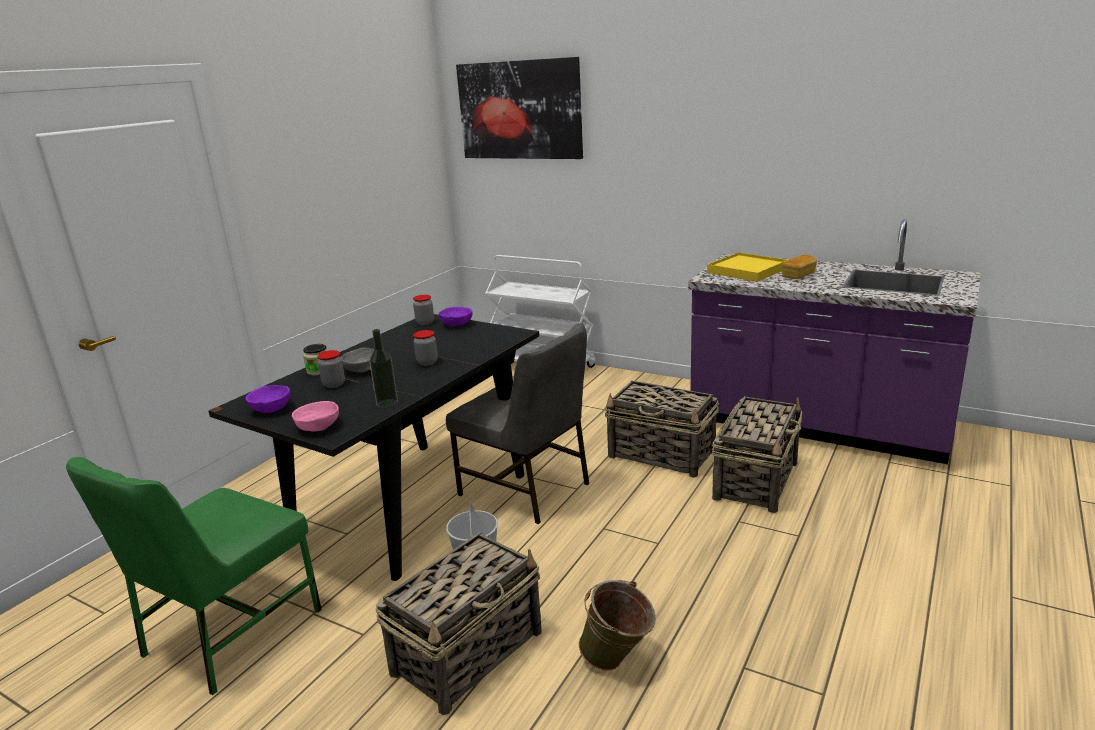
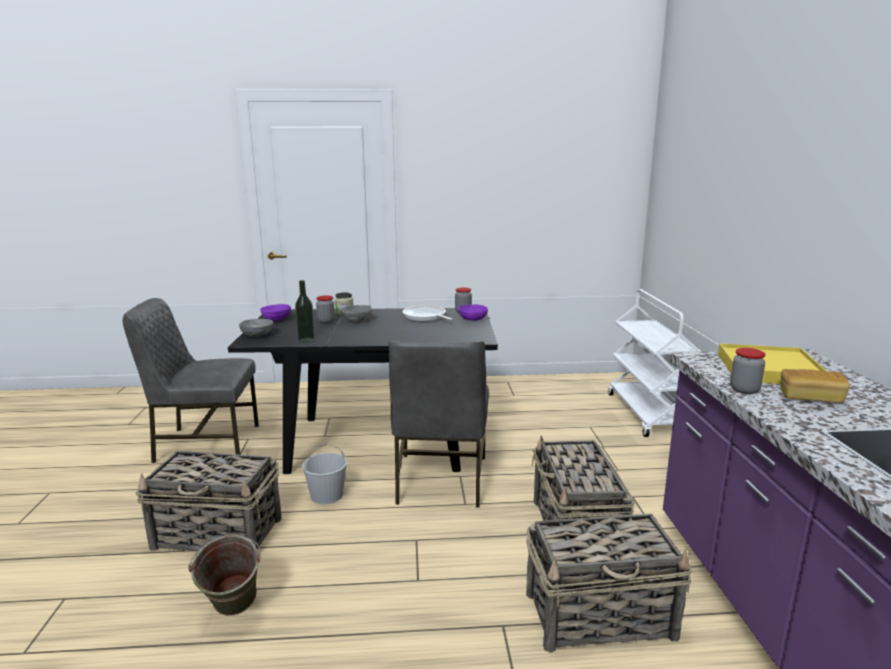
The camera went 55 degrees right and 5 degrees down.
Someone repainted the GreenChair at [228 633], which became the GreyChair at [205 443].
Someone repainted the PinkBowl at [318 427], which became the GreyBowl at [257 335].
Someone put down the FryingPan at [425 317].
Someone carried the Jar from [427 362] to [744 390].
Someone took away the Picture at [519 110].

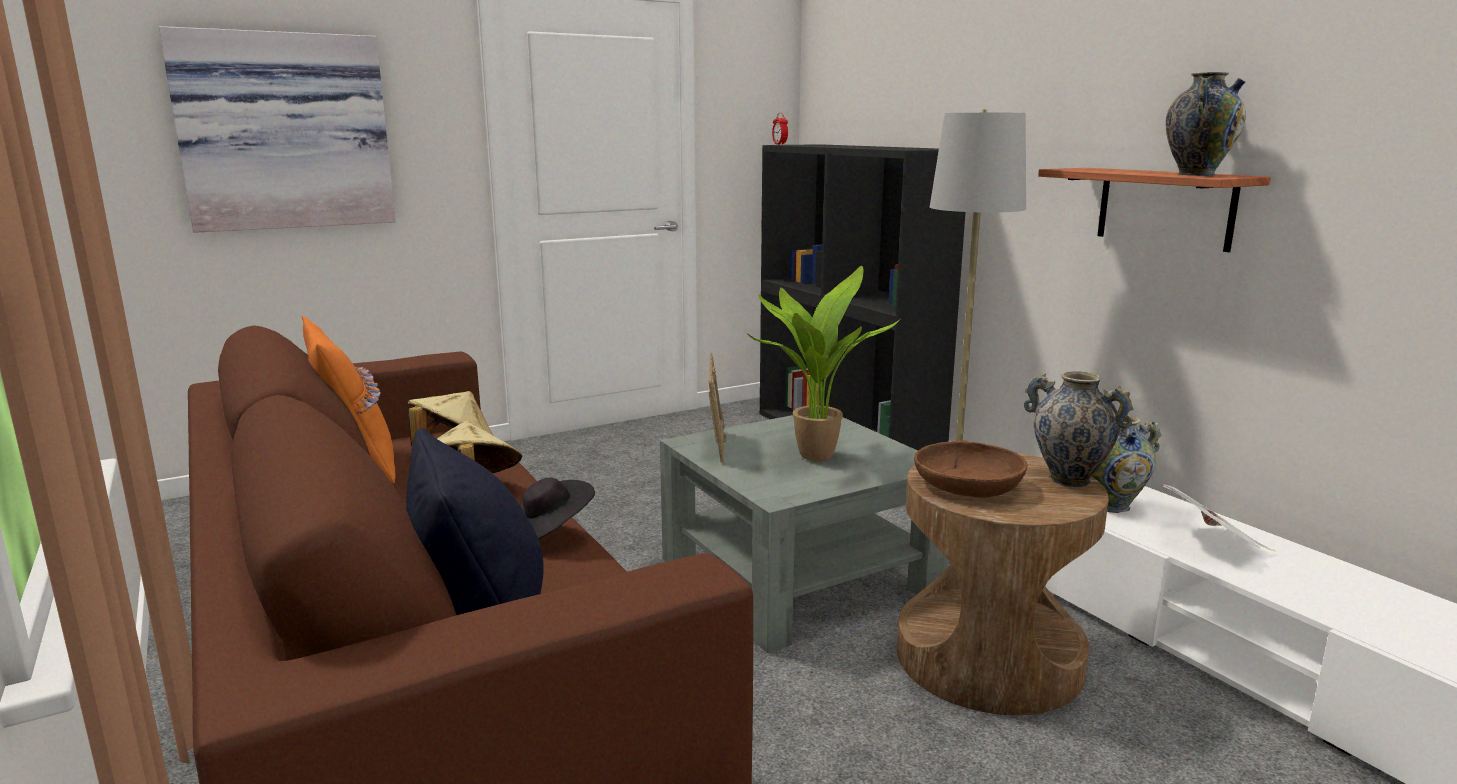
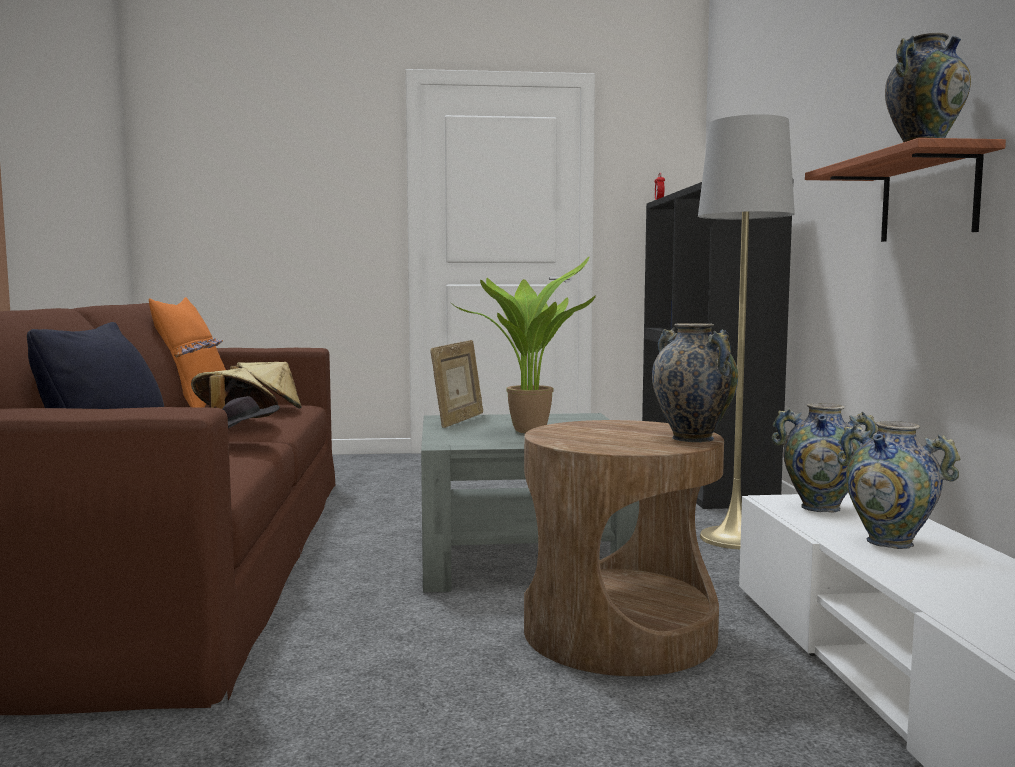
The camera went 25 degrees right and 10 degrees down.
Someone swapped the Newspaper at [1212 544] for the Vase at [890 542].
Someone took away the Picture at [285 132].
Someone took away the BrownBowl at [967 484].

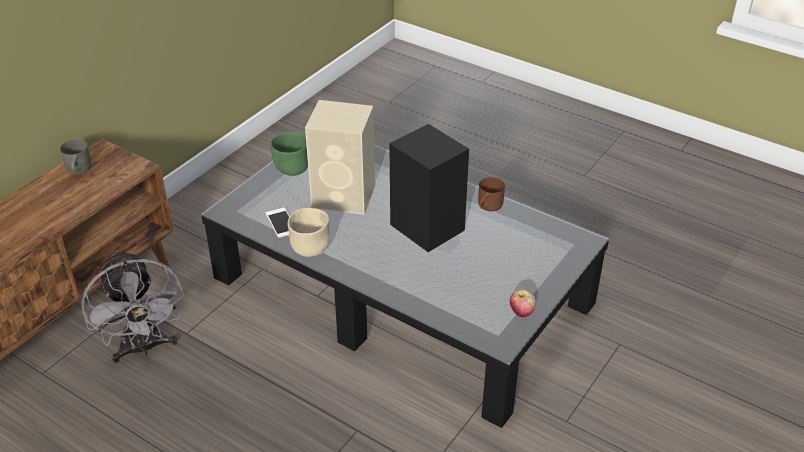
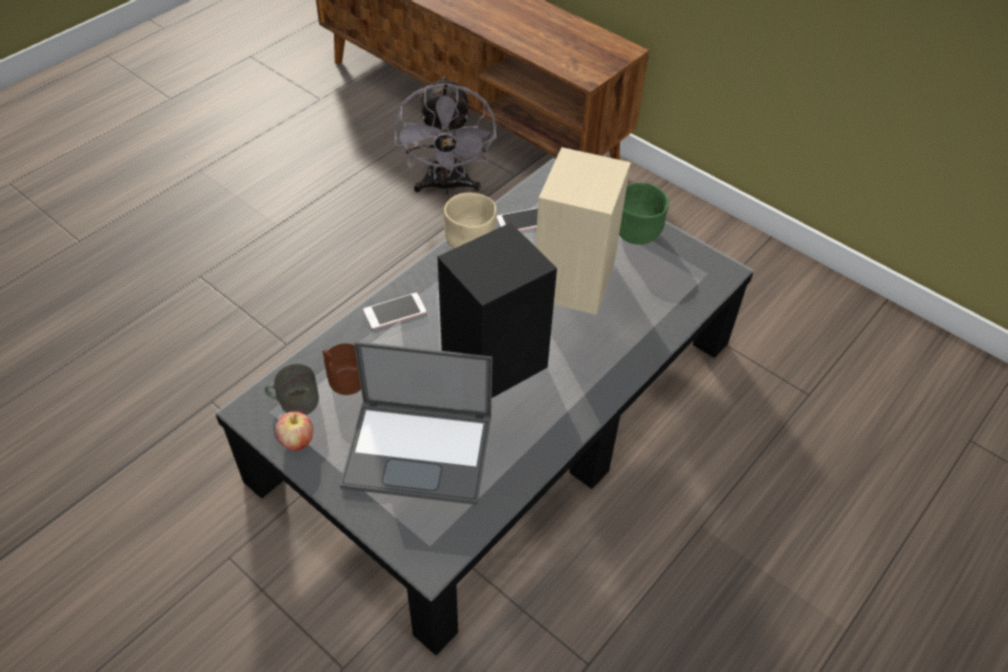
The camera went 95 degrees right and 10 degrees up.
Someone carried the GreyMug from [78 169] to [294 401].
Someone carried the BrownMug from [488 206] to [344 377].
Someone put down the Laptop at [420 450].
Someone put down the Phone at [394 311].
Someone rotated the GreyFan at [144 348] by 75 degrees counterclockwise.

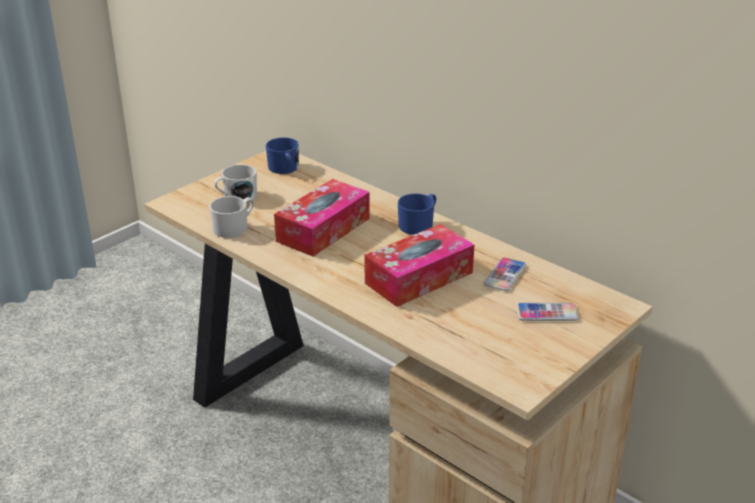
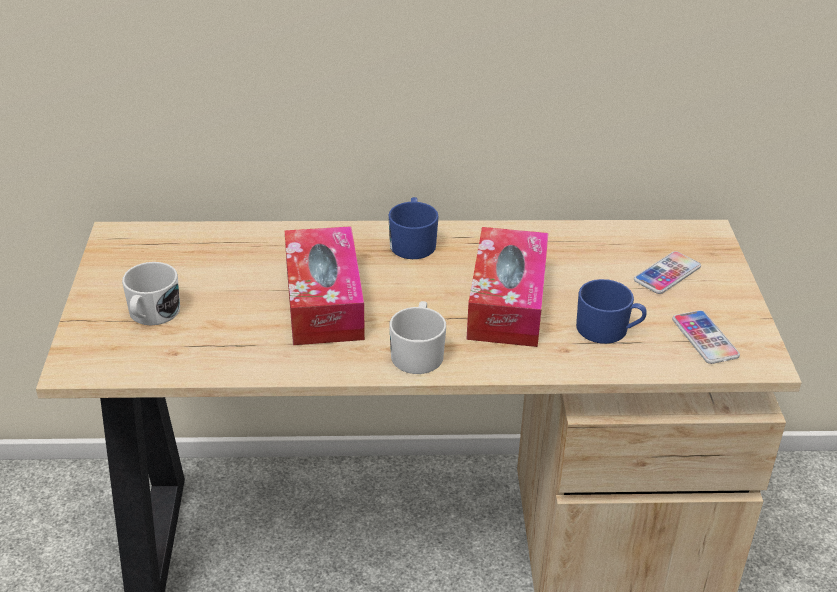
The camera went 45 degrees left and 5 degrees up.
Someone carried the WhiteMug from [234 227] to [418 352].
Someone carried the BlueMug from [284 169] to [608 330].
Someone carried the Phone from [505 275] to [705 338].

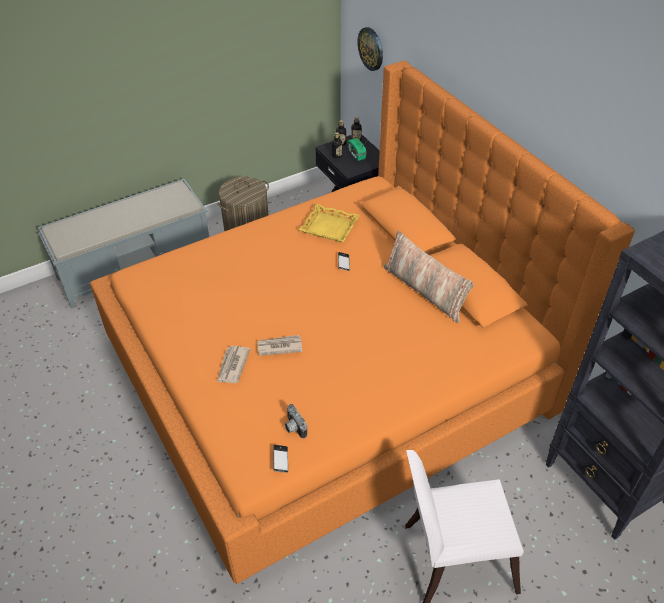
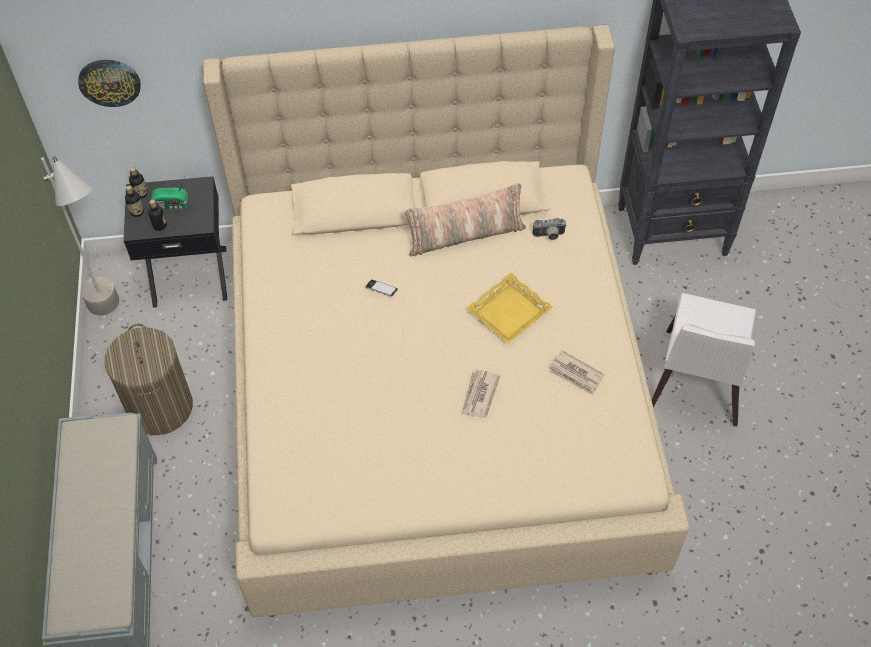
The camera went 65 degrees left and 10 degrees up.
Someone put down the GreyFloorLamp at [116 319].
Someone repainted the OrangeBed at [332 377], which became the BeigeBed at [438 397].
Someone carried the YellowTray from [329 227] to [509 312].
Someone carried the PhotoCamera from [293 428] to [549 236].
Someone carried the Newspaper from [232 366] to [576 374].
Someone took away the Phone at [280 460].

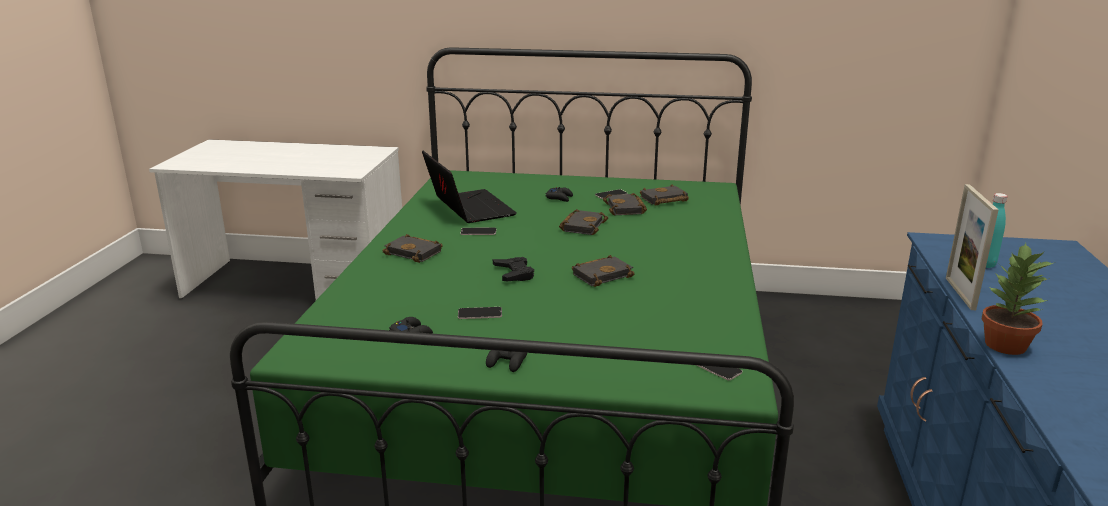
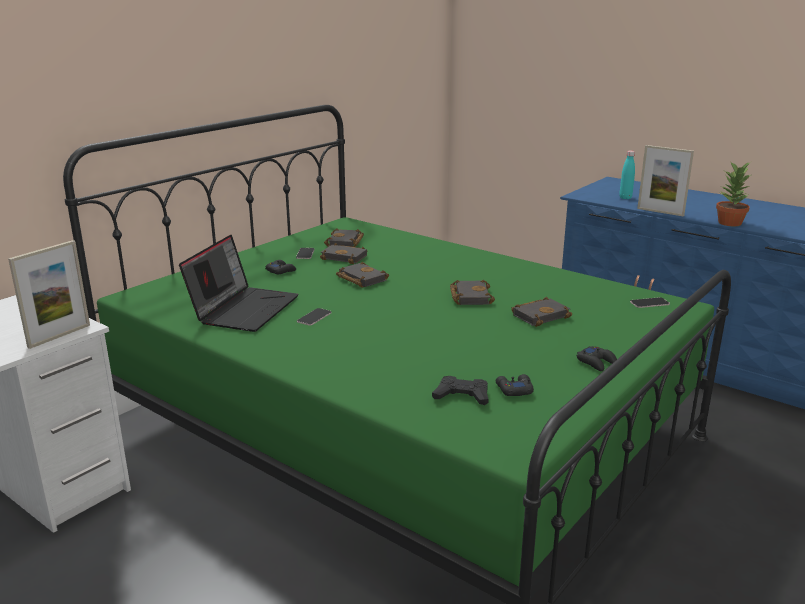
The camera went 60 degrees left and 0 degrees up.
Someone put down the PictureFrame at [59 336].
Someone rotated the Laptop at [468 208] by 105 degrees clockwise.
Someone carried the BlackGameController from [514 274] to [462 396].
Someone carried the BlackBook from [415 252] to [540 315].
Someone took away the Phone at [480 314].

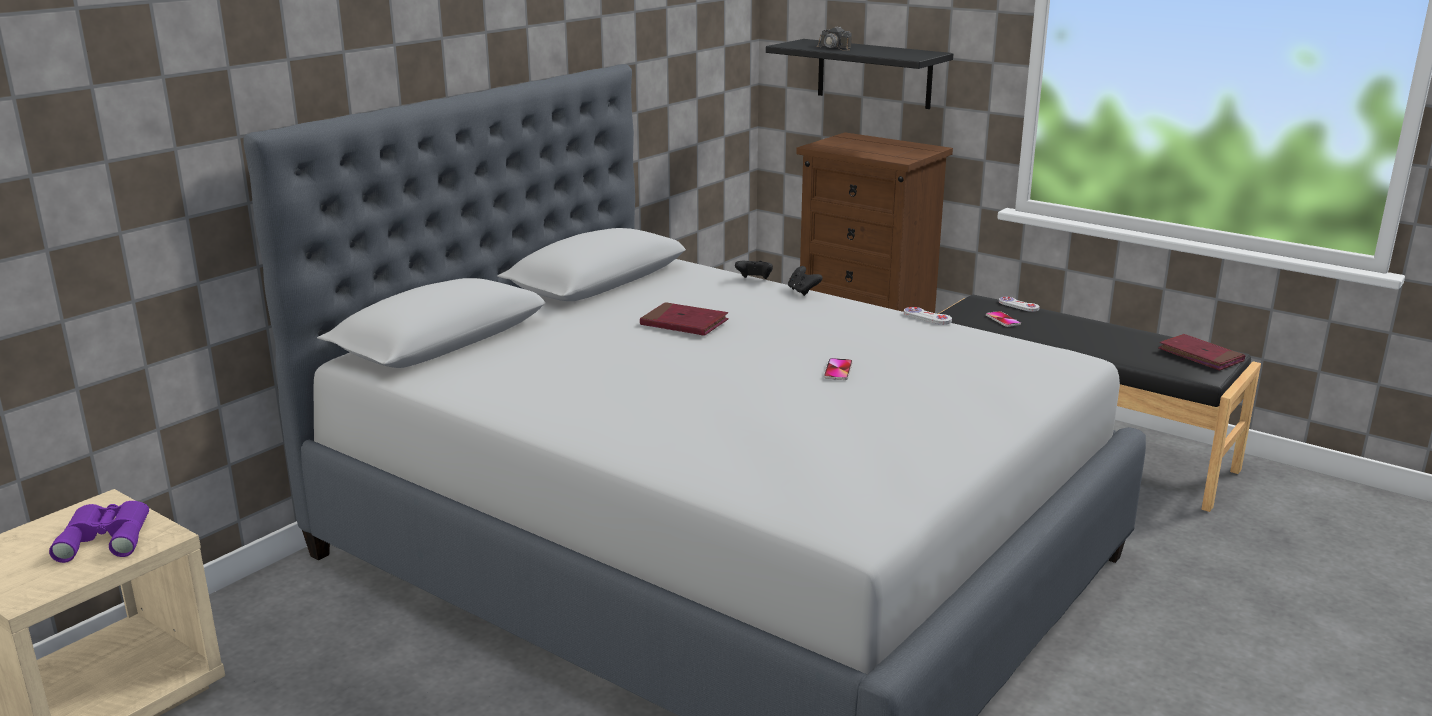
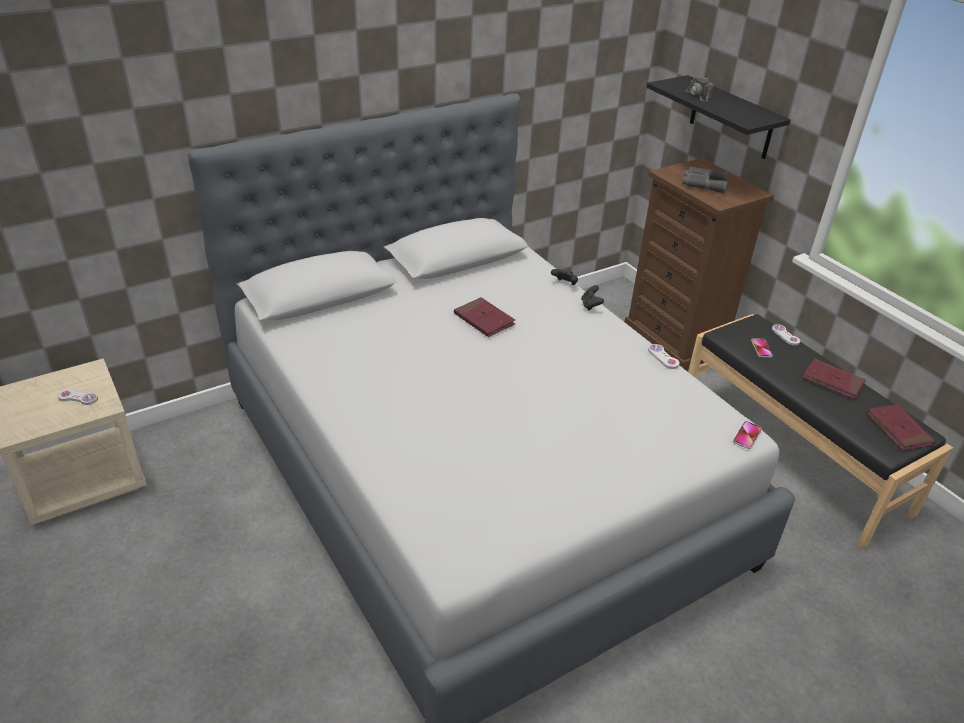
The camera went 20 degrees right and 15 degrees up.
Someone swapped the PurpleBinoculars at [106 537] for the WhiteGameController at [78 398].
Someone put down the GreyBinoculars at [702 183].
Someone carried the Phone from [838 370] to [747 435].
Someone put down the RedBook at [832 381].

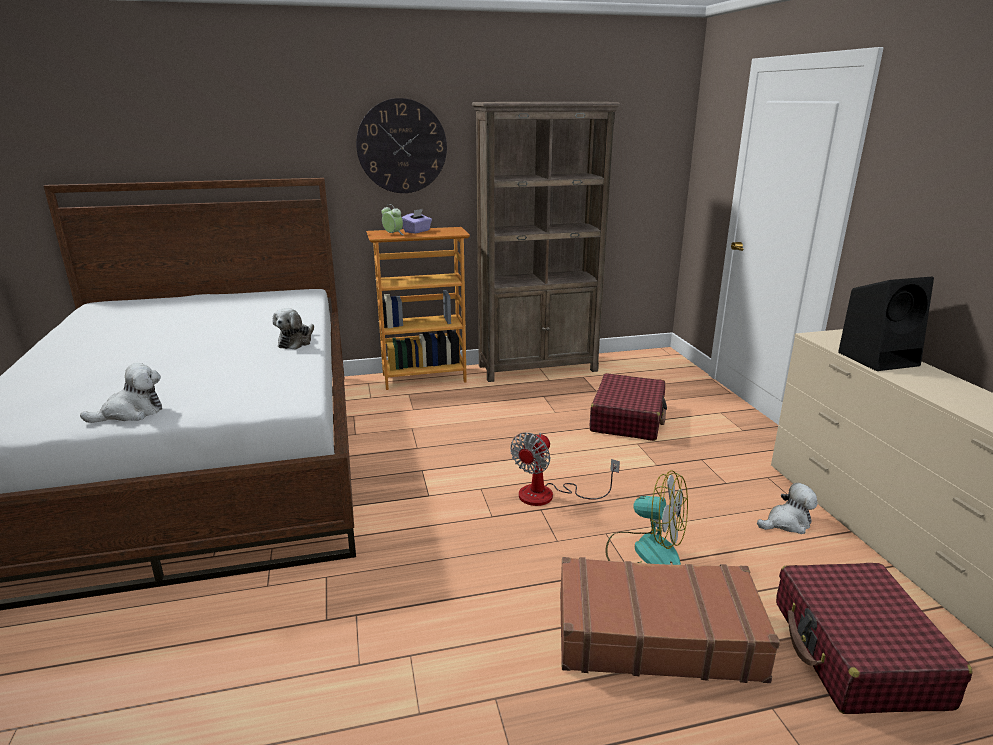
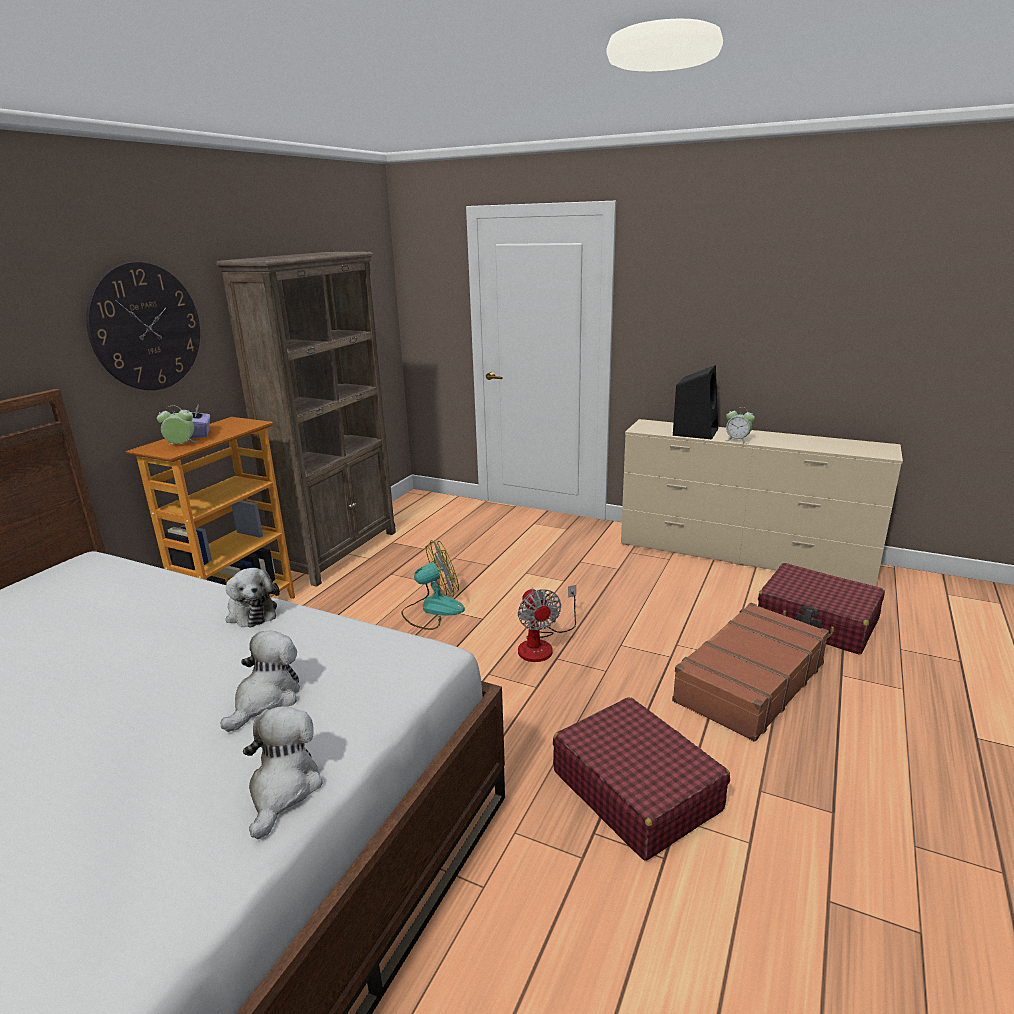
The camera went 50 degrees left and 0 degrees up.
Someone carried the PlushToy from [787 523] to [266 699].
Someone carried the Fan from [645 551] to [432 610].
Someone carried the RedSuitcase from [628 419] to [635 790].
Someone put down the AlarmClock at [737 440].

